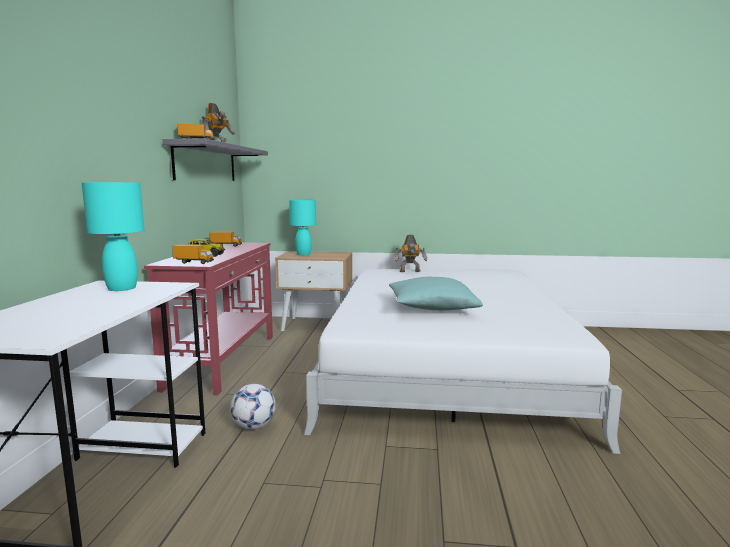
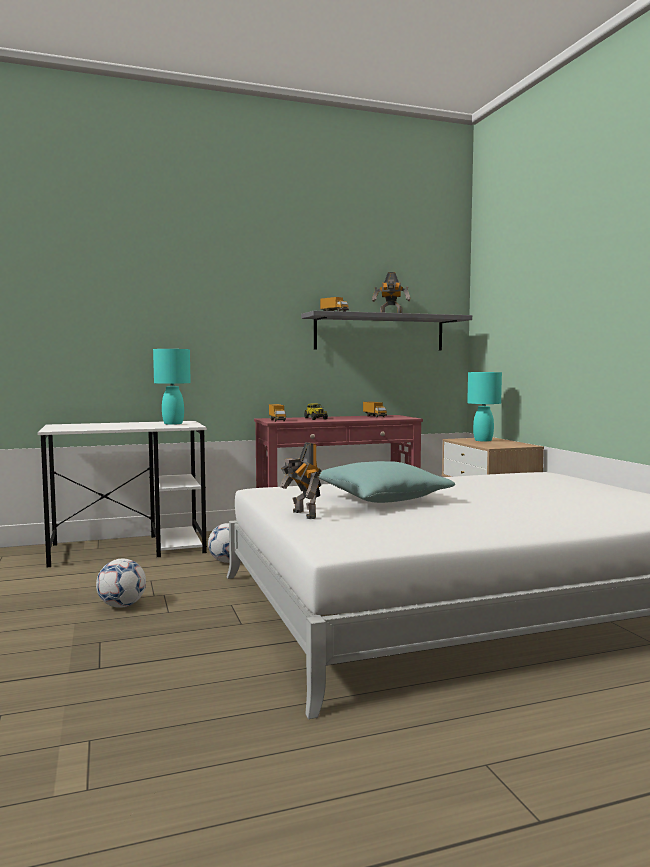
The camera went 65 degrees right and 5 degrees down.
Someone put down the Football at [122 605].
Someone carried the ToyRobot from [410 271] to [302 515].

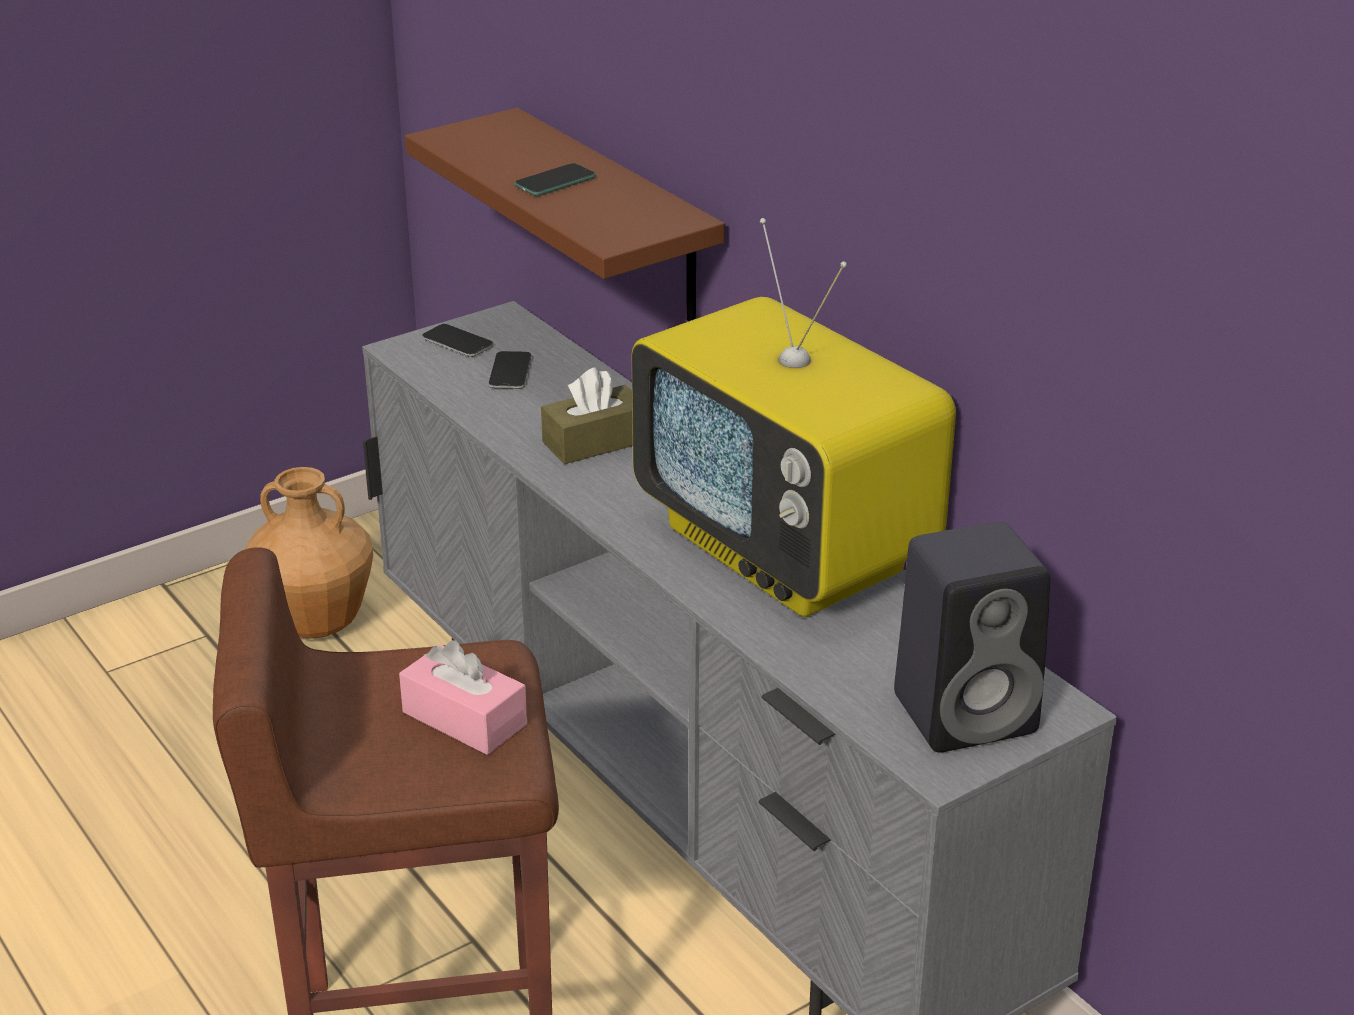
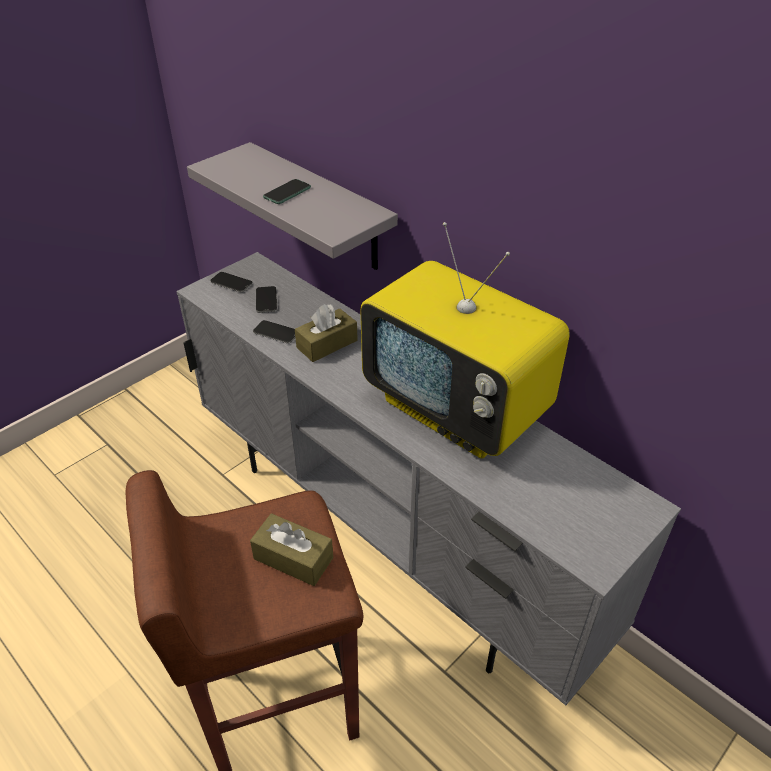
The camera went 10 degrees left and 10 degrees up.
Someone repainted the BrownShelf at [615 217], which became the GreyShelf at [320 207].
Someone repainted the PinkTissueBox at [464 718], which became the BrownTissueBox at [293 558].
Someone put down the Phone at [276 333].
Someone took away the BrownVase at [317 625].
Someone took away the BlackSpeaker at [968 712].

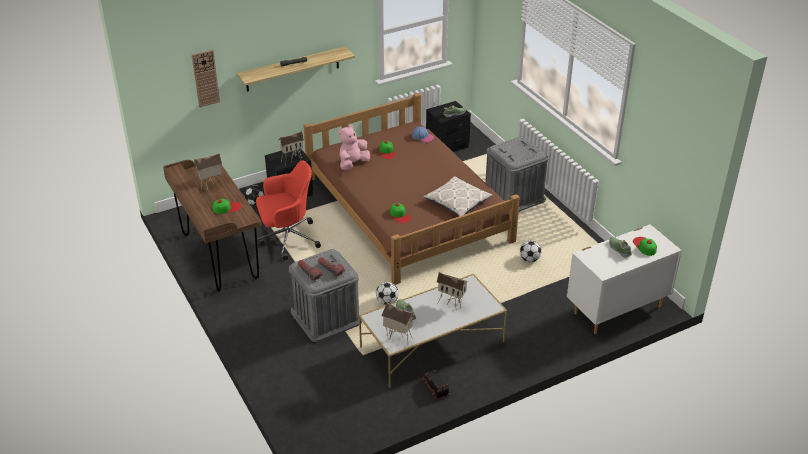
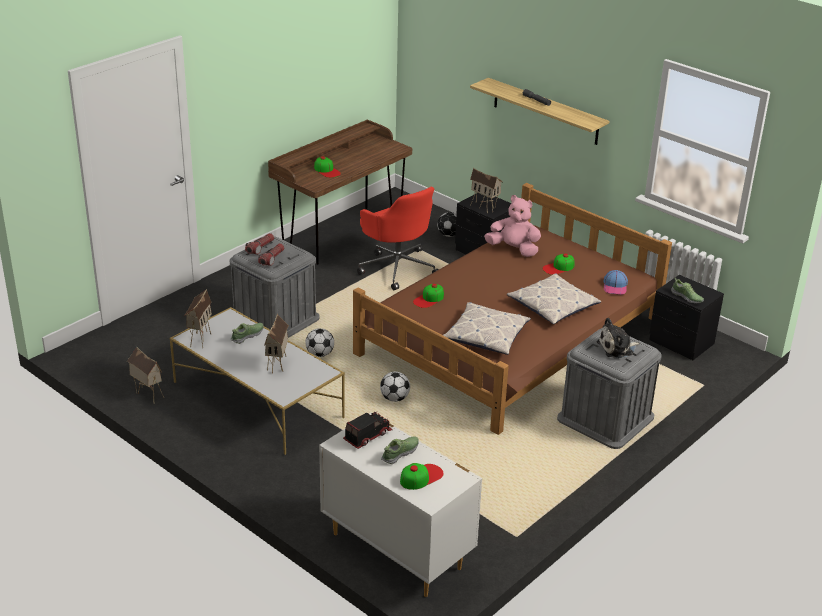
The camera went 70 degrees right and 5 degrees down.
Someone carried the ToyHouse from [211 186] to [147 394].
Someone carried the ToyTruck from [435 388] to [367 436].
Someone carried the Football from [529 259] to [394 398].
Someone put down the Pillow at [553 305].
Someone put down the PlushToy at [617 348].
Someone took away the WallClock at [205 78].

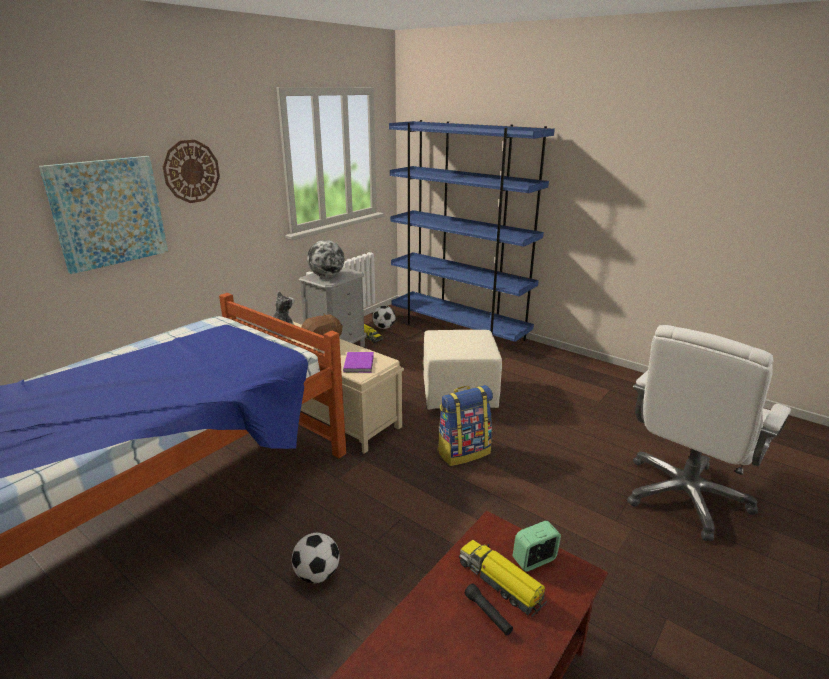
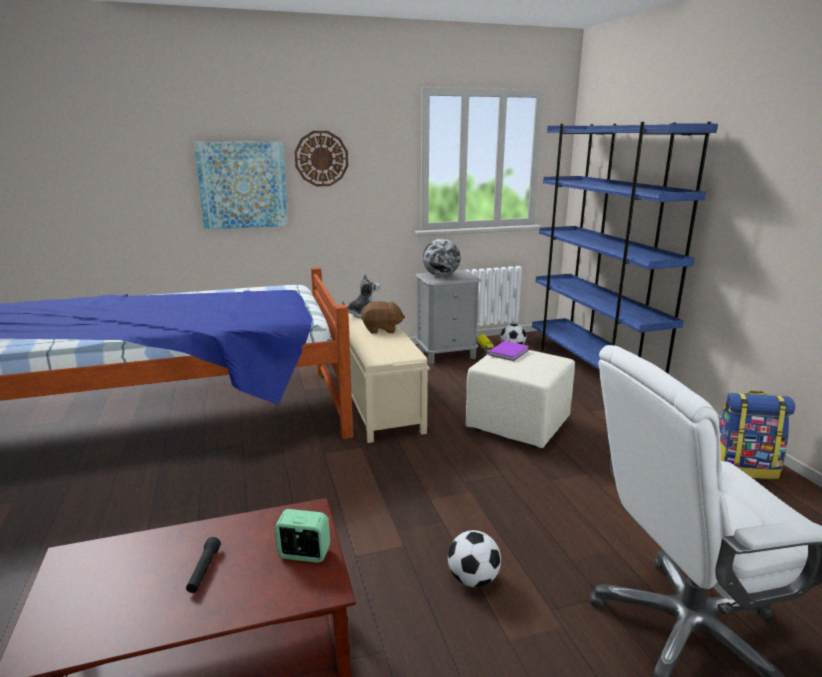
The camera went 35 degrees right and 5 degrees down.
Someone carried the Football from [317 574] to [473 579].
Someone carried the PurpleBook from [359 363] to [509 352].
Someone carried the Backpack from [463 452] to [744 468].
Someone took away the ToyTruck at [501 583].

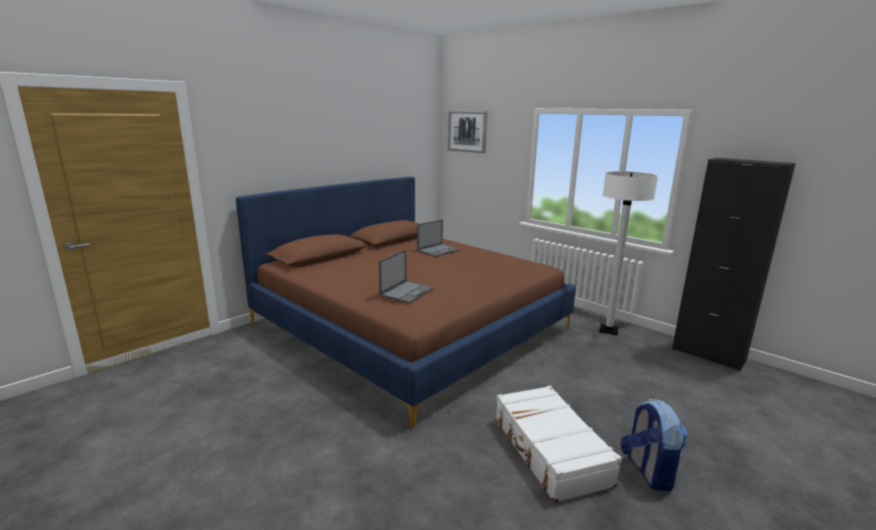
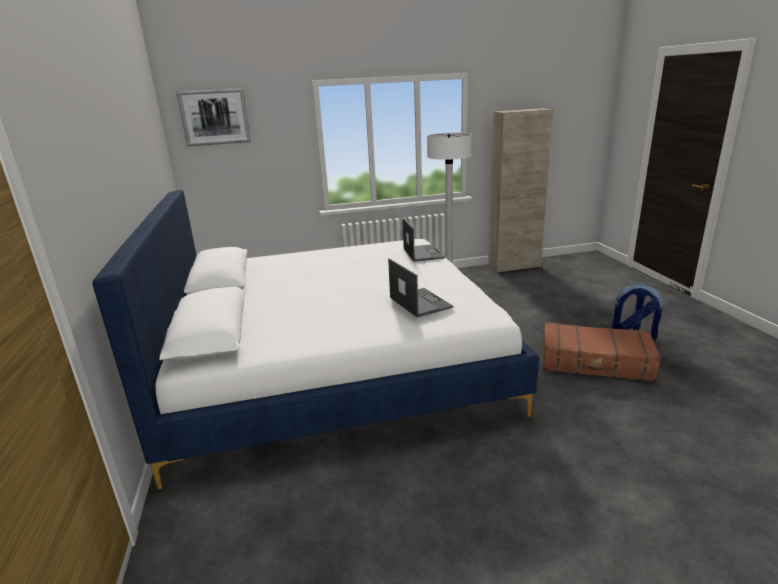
The camera went 55 degrees left and 5 degrees up.
Someone repainted the BrownBed at [410 327], which became the WhiteBed at [334 361].
Someone carried the Laptop from [439 250] to [423 253].
Someone repainted the BlackCabinet at [708 355], which became the BeigeCabinet at [514 266].
Someone repainted the WhiteSuitcase at [549 451], which became the BrownSuitcase at [595 362].

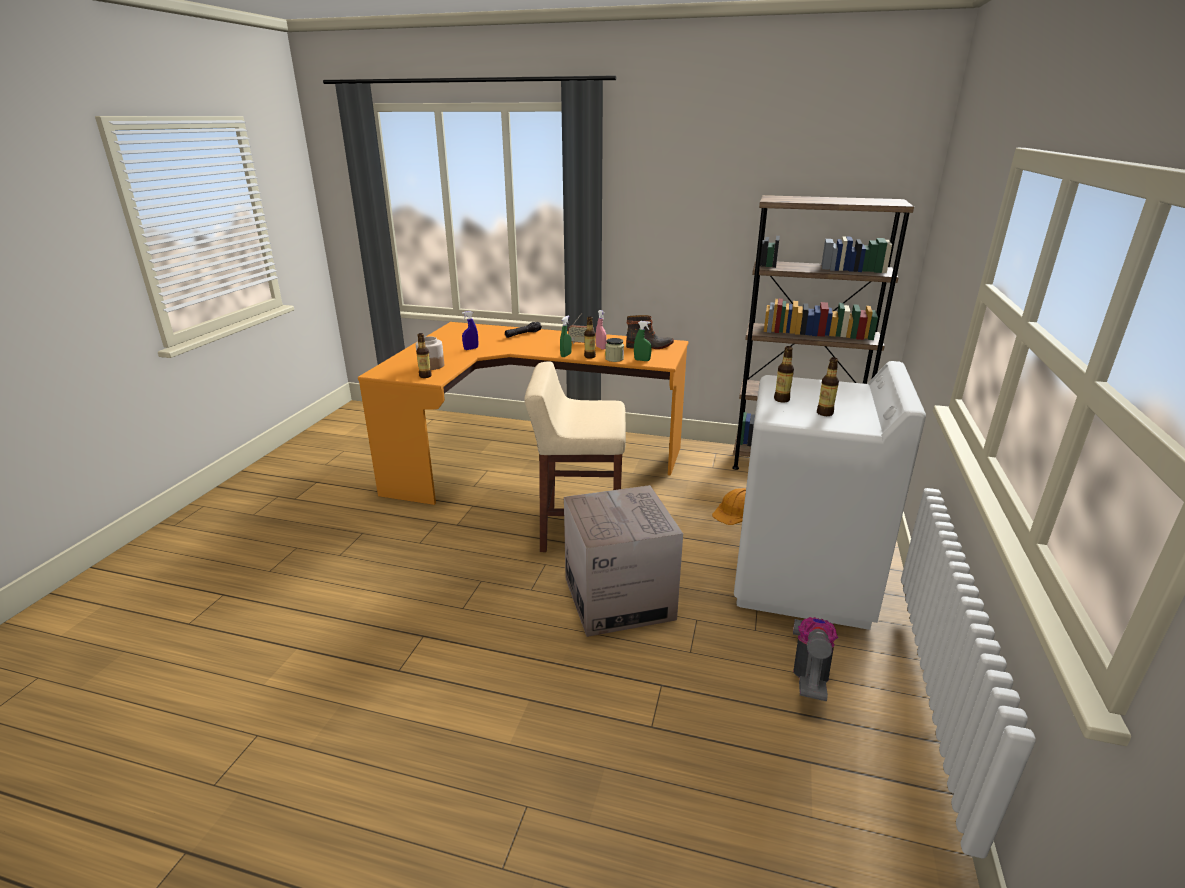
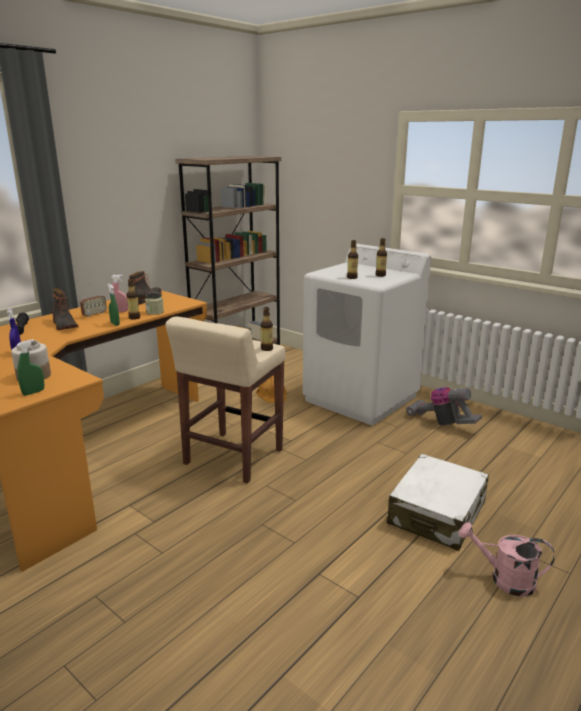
The camera went 65 degrees left and 5 degrees down.
Someone carried the GreenSprayBottle from [642 360] to [33 392].
Someone put down the Boot at [64 325].
Someone carried the Bottle from [425 376] to [267 349].
Someone put down the WhiteSuitcase at [437 514].
Someone put down the PinkWateringCan at [504 579].
Someone took away the CardboardBox at [619 598].

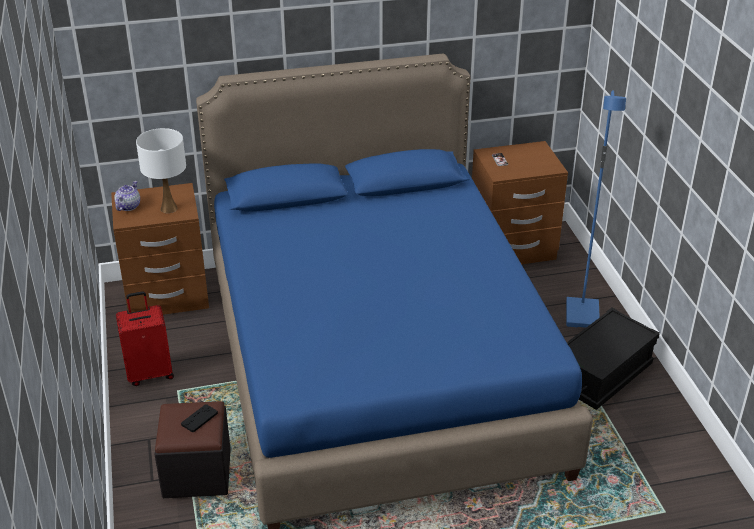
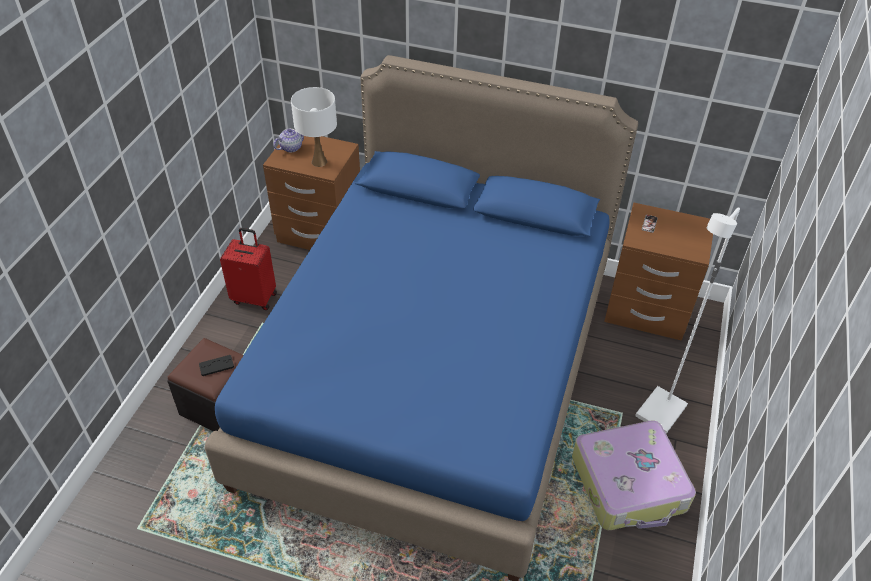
The camera went 30 degrees right and 10 degrees up.
Someone swapped the BlackStorageBox at [601 374] for the Suitcase at [629 484].
Someone repainted the BlueFloorLamp at [583 315], which became the WhiteFloorLamp at [661 413].

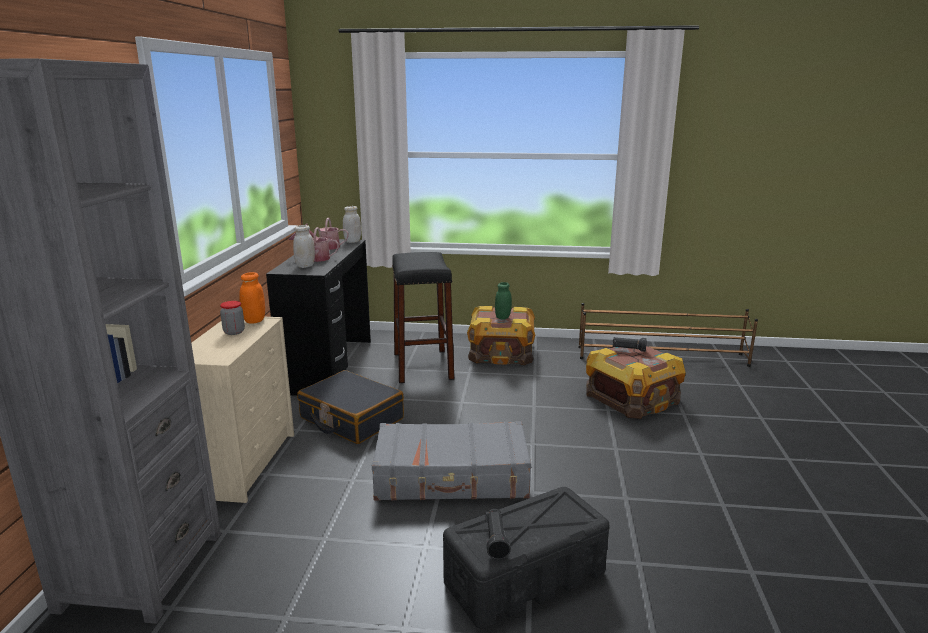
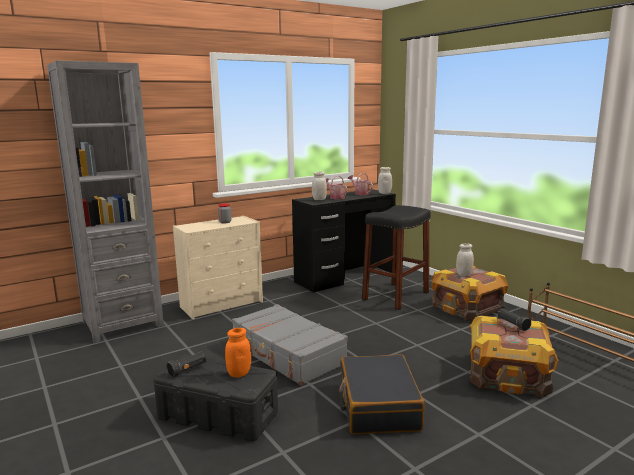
The camera went 50 degrees right and 5 degrees down.
Someone carried the OrangeJar from [254 320] to [239 373].
Someone carried the BlackSuitcase from [351 419] to [378 406].
Someone repainted the GreenJar at [503 317], which became the WhiteJar at [464 274].

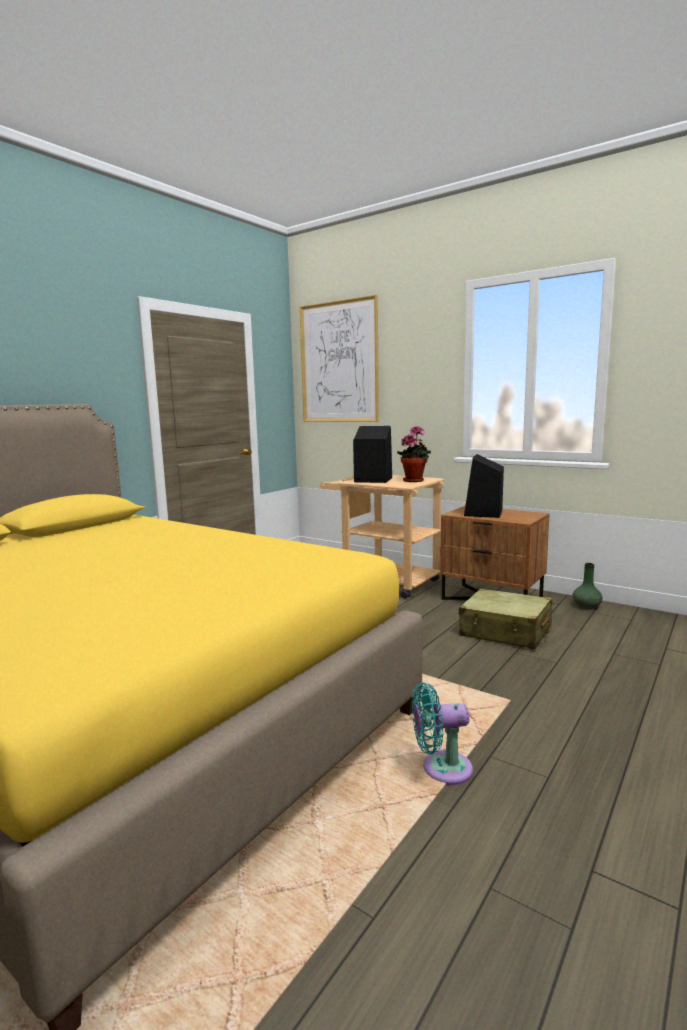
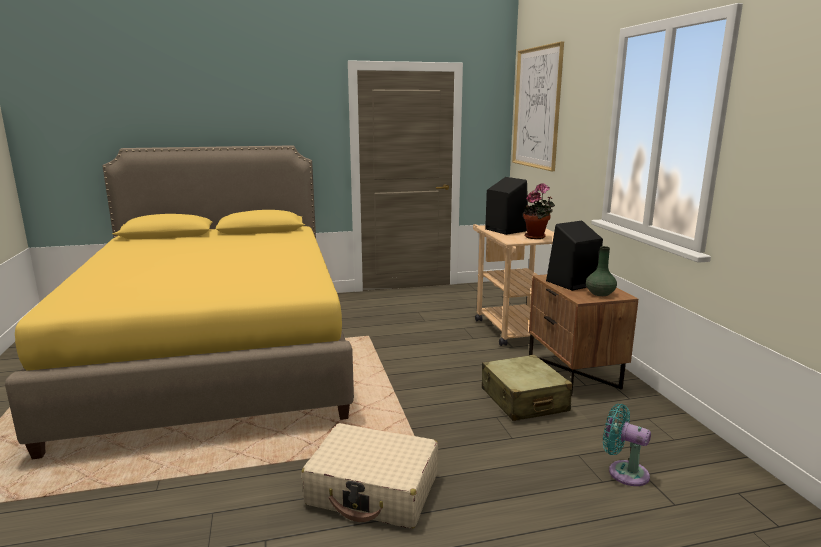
The camera went 40 degrees right and 5 degrees up.
Someone put down the BeigeSuitcase at [373 489].
Someone carried the GreenVase from [586 606] to [599 293].
Someone carried the TurquoiseFan from [441 768] to [624 472].

